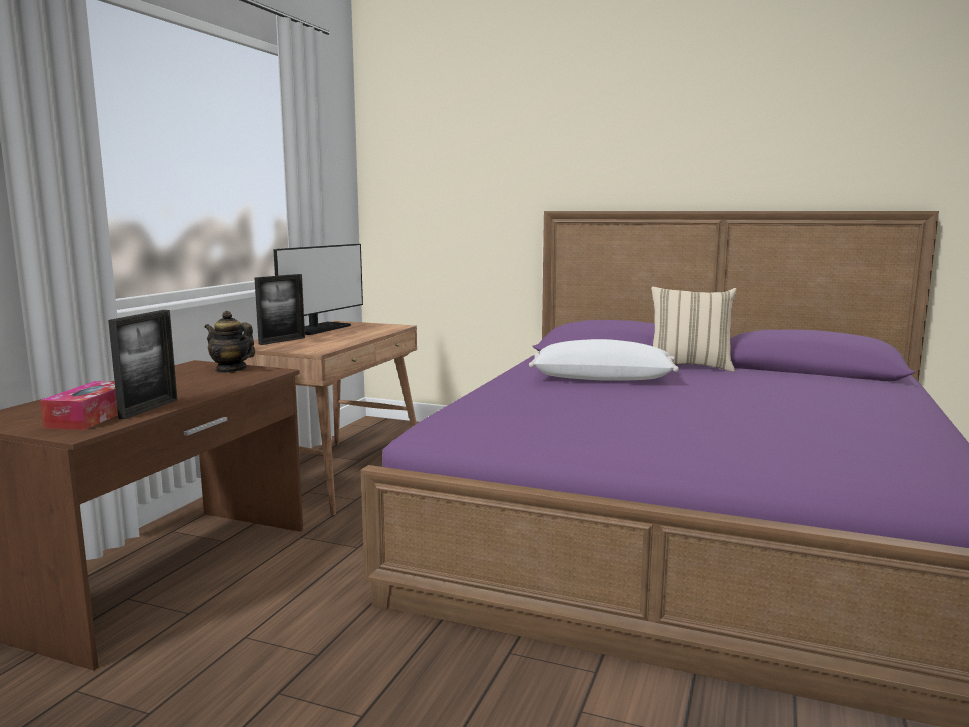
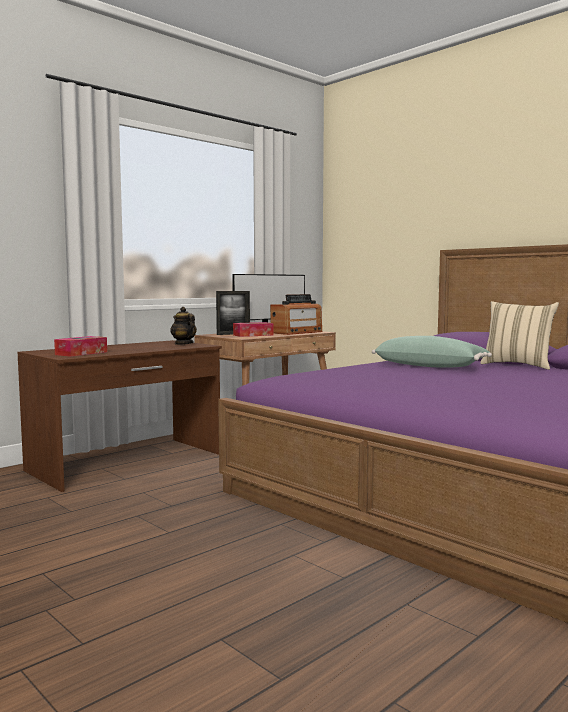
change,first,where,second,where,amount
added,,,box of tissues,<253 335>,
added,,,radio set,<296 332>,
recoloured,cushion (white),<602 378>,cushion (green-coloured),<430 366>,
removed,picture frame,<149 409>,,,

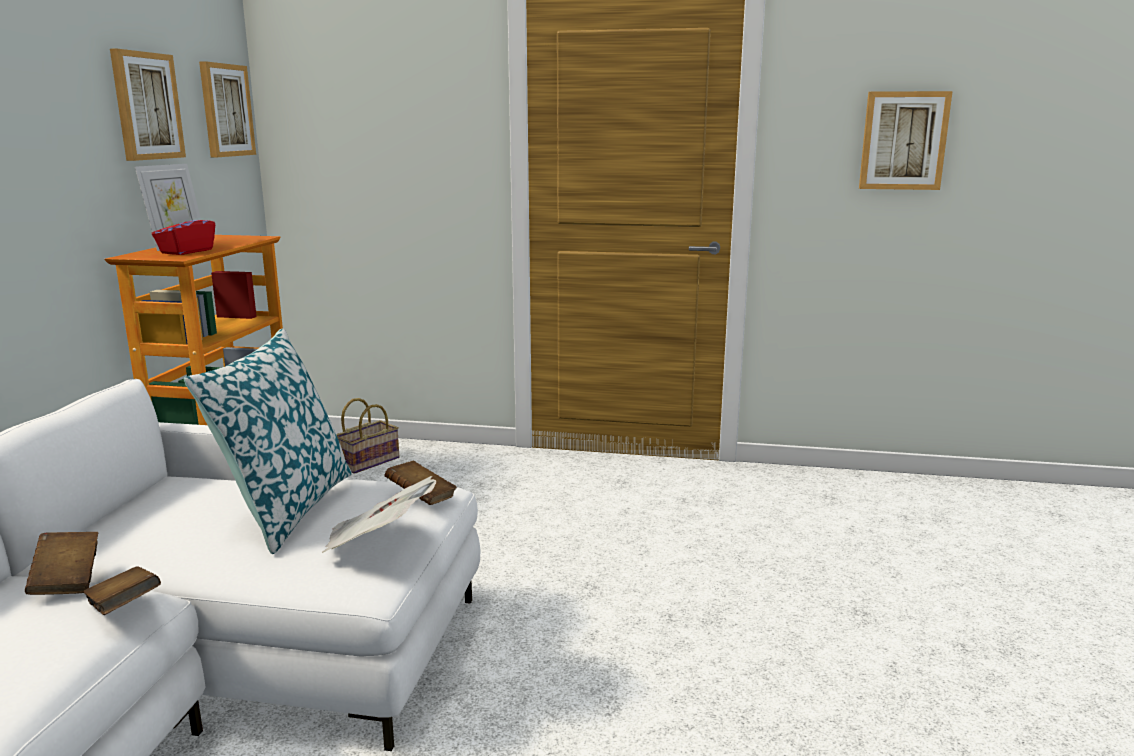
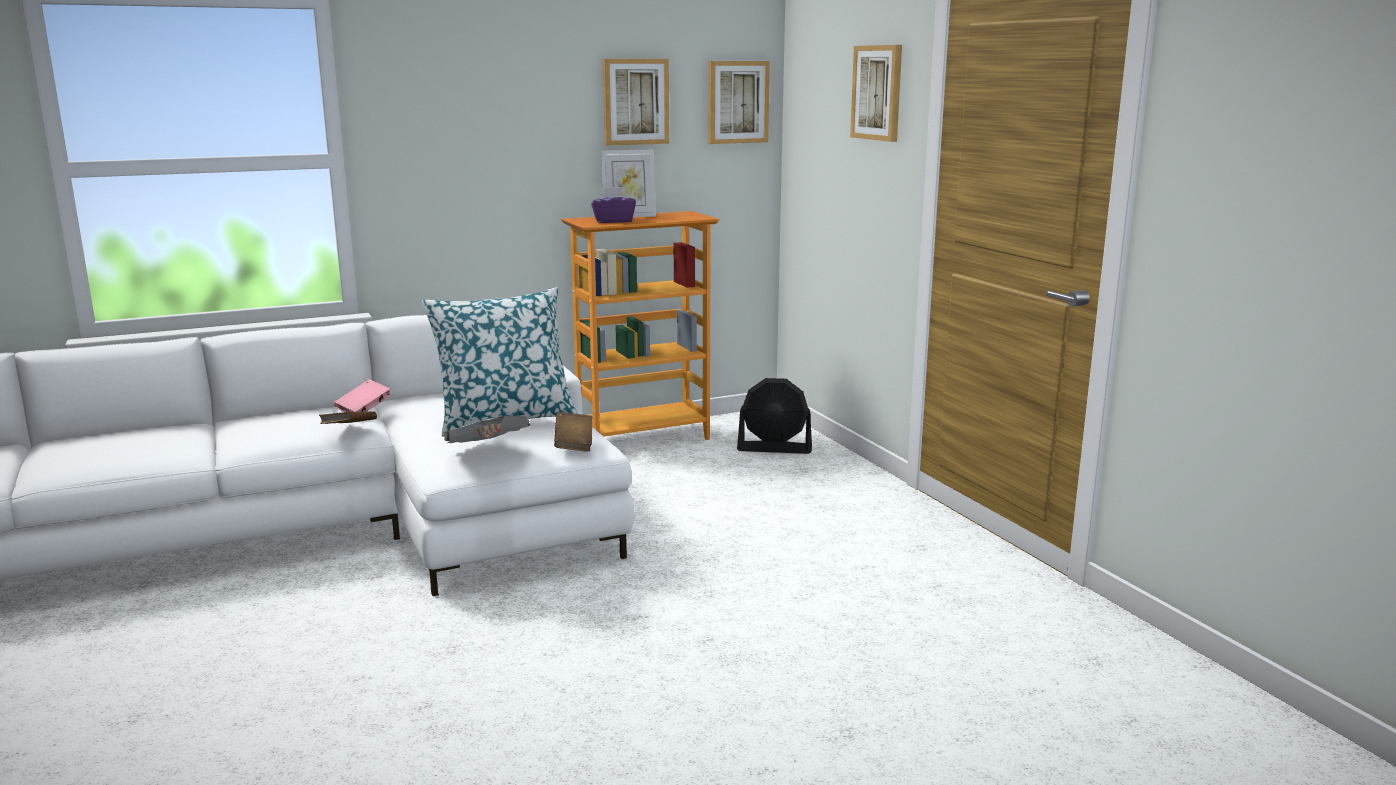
change,first,where,second,where,amount
recoloured,volume (brown),<67 580>,volume (pink),<364 410>,
recoloured,box of tissues (red-coloured),<186 251>,box of tissues (purplish),<613 221>,
replaced,household basket,<369 461>,cooling fan (black-coloured),<775 448>,
moved,picture,<903 141>,,<878 92>,

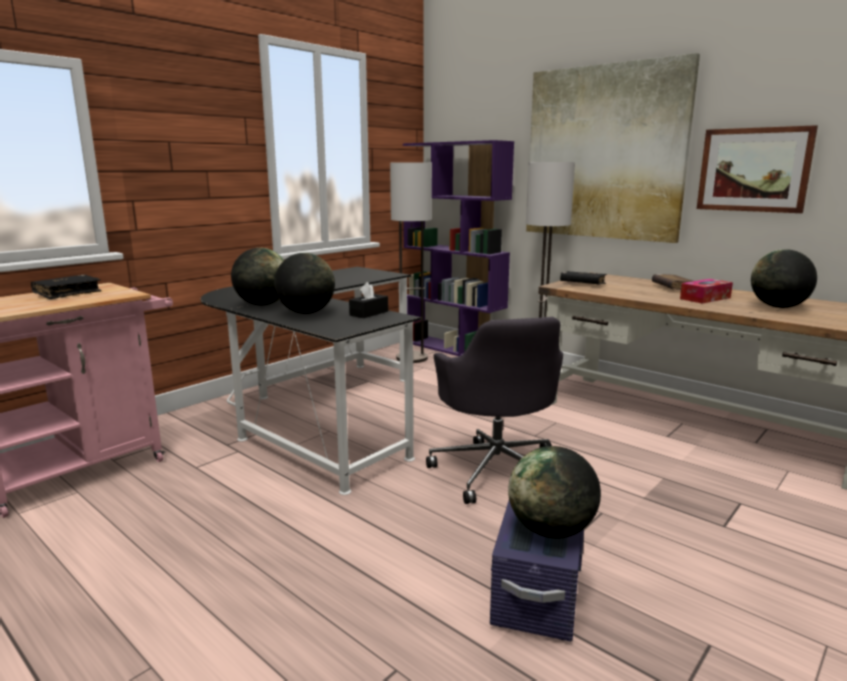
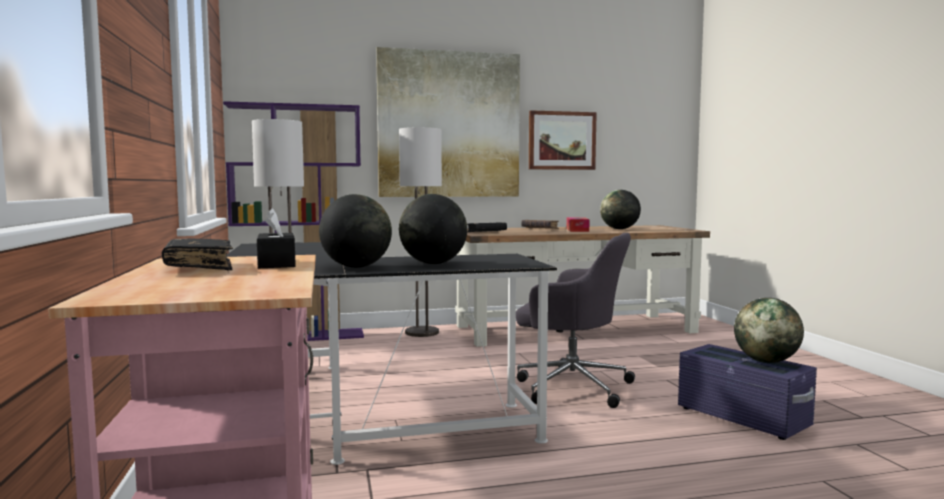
change,first,where,second,where,amount
moved,box of tissues (black-coloured),<369 313>,,<276 263>,

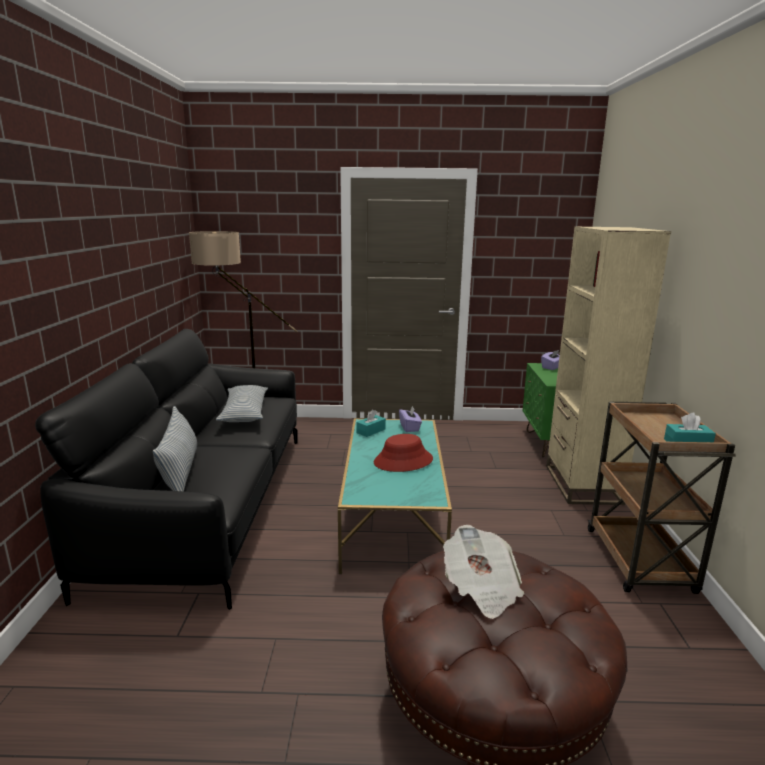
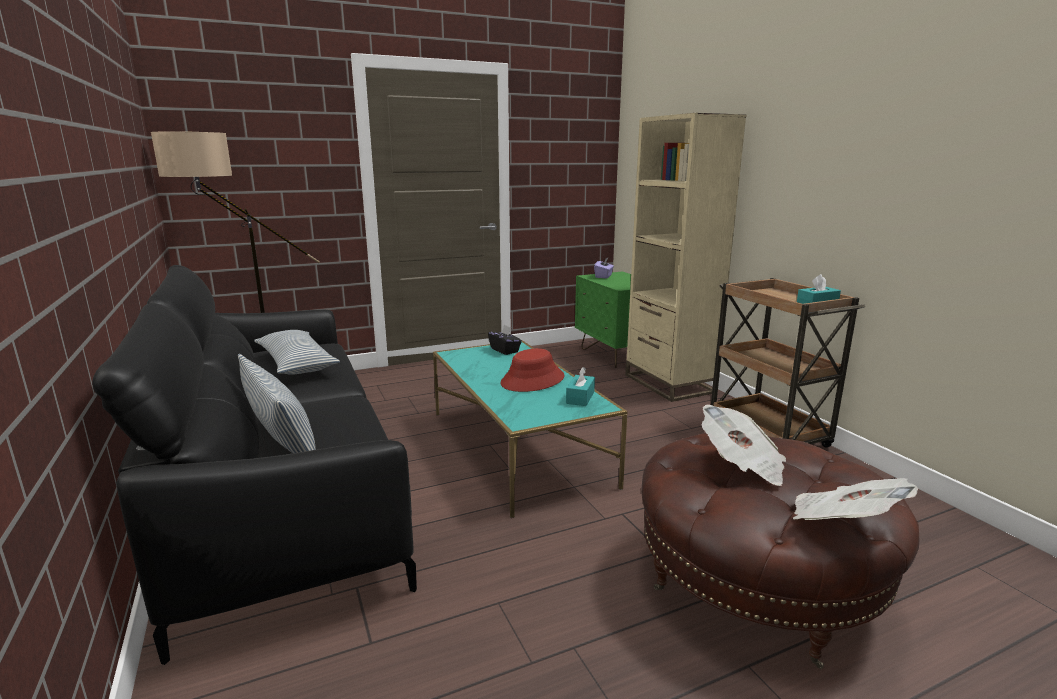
change,first,where,second,where,amount
recoloured,box of tissues (purplish),<410 427>,box of tissues (black-coloured),<505 350>,
moved,box of tissues (turquoise-coloured),<371 431>,,<580 397>,
added,,,printed paper,<842 523>,

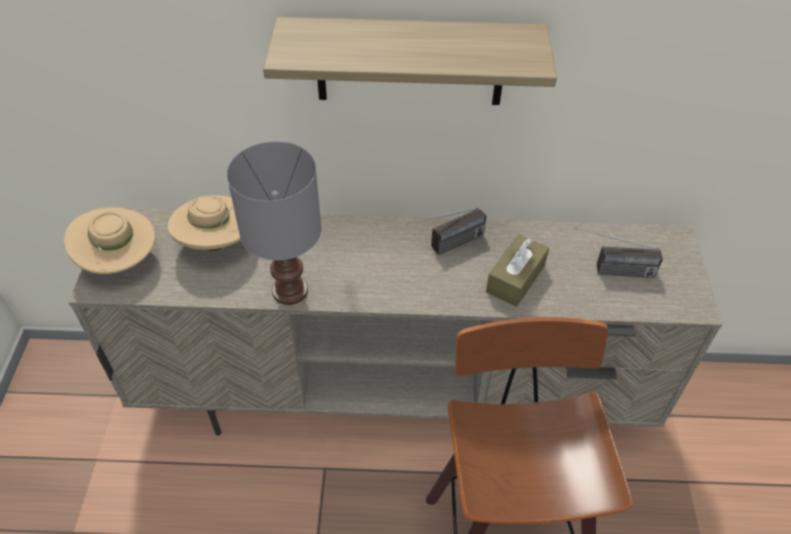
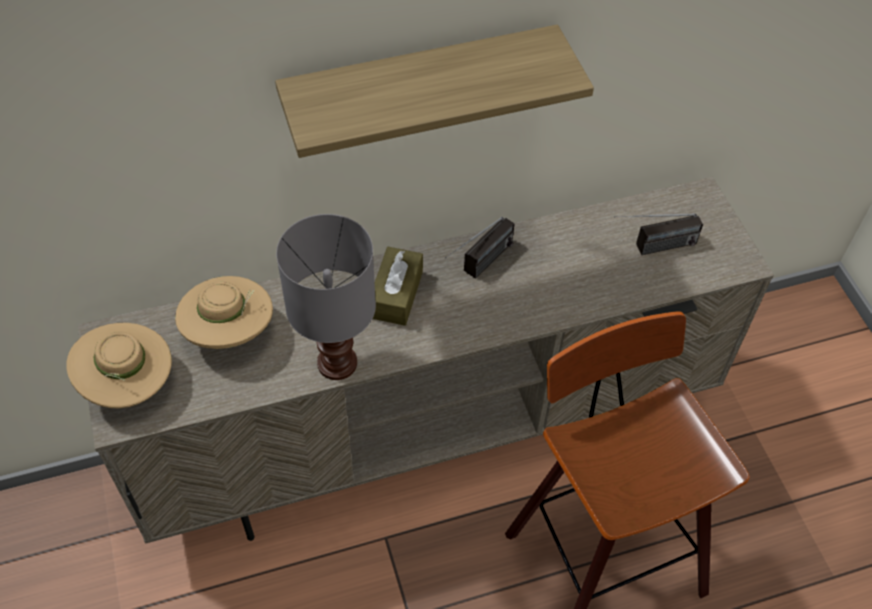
change,first,where,second,where,amount
moved,box of tissues (brown),<515 278>,,<396 294>,

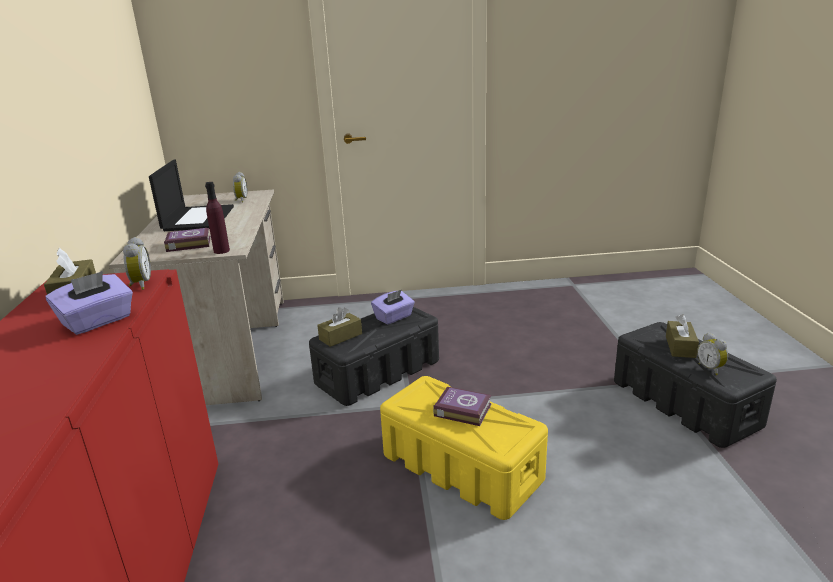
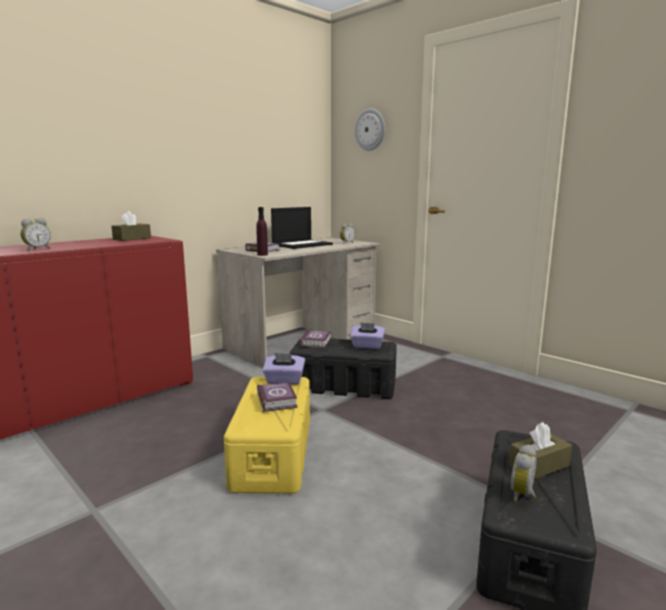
change,first,where,second,where,amount
moved,alarm clock,<140 285>,,<37 249>,
moved,box of tissues (purplish),<98 321>,,<284 381>,
replaced,box of tissues (brown),<340 336>,volume,<317 342>,
added,,,wall clock,<370 130>,

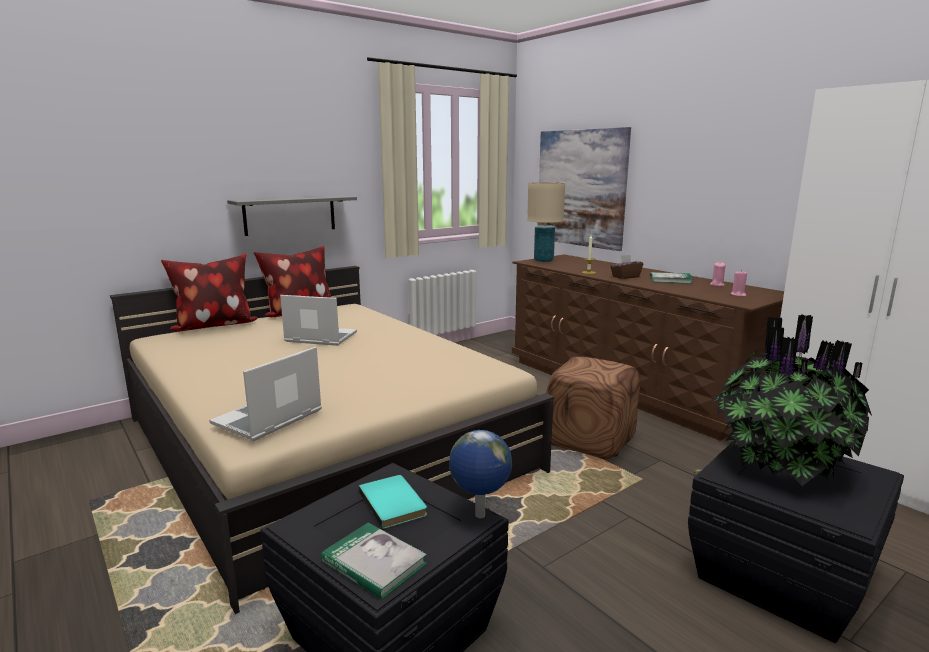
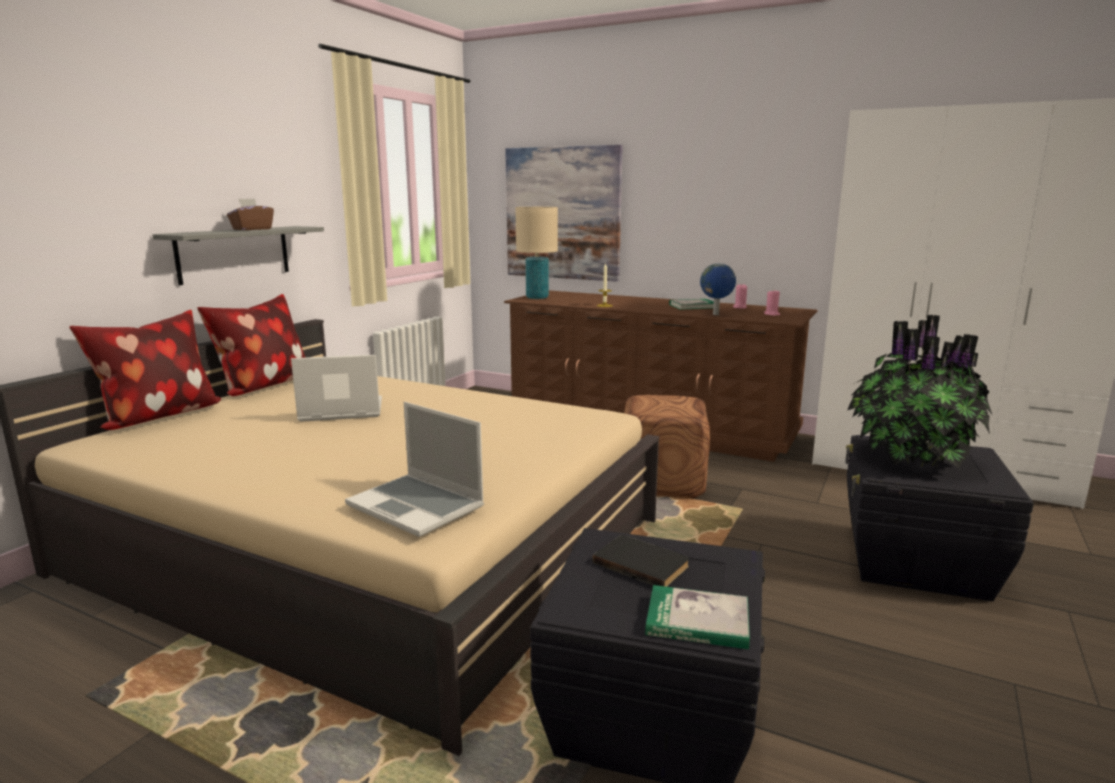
change,first,where,second,where,amount
moved,box of tissues (brown),<625 277>,,<252 229>,
turned,notebook computer,<268 419>,,<418 506>,60 degrees counterclockwise
recoloured,volume (turquoise-coloured),<394 503>,volume (black-coloured),<642 563>,
moved,globe,<479 516>,,<716 314>,

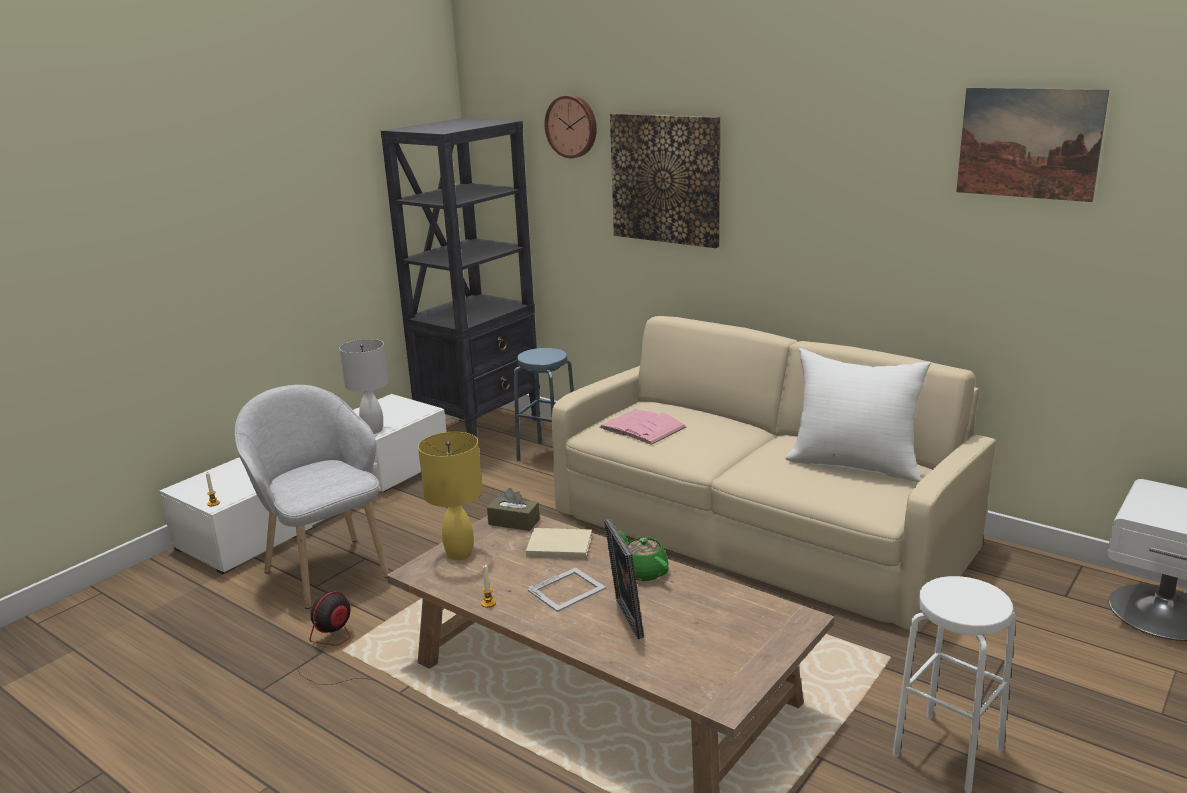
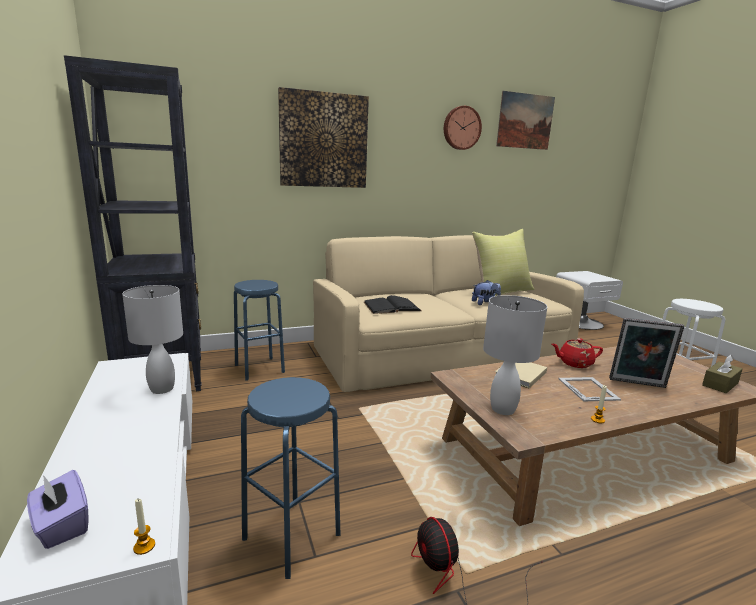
change,first,where,second,where,amount
added,,,box of tissues (purplish),<61 525>,
replaced,easy chair (grey),<327 570>,stool seat (blue-coloured),<291 536>,
recoloured,volume (pink),<642 427>,volume (black-coloured),<391 306>,
moved,wall clock,<572 126>,,<461 128>,
recoloured,cushion (white),<854 464>,cushion (yellowish),<501 292>,
added,,,cuddly toy,<485 303>,
recoloured,lamp for a table (yellowish),<459 553>,lamp for a table (white),<502 409>,
recoloured,pot for tea (green-coloured),<643 571>,pot for tea (red-coloured),<574 363>,
moved,box of tissues (brown),<514 522>,,<720 384>,

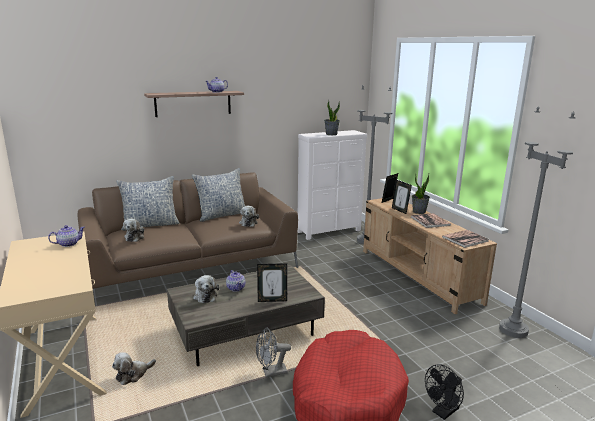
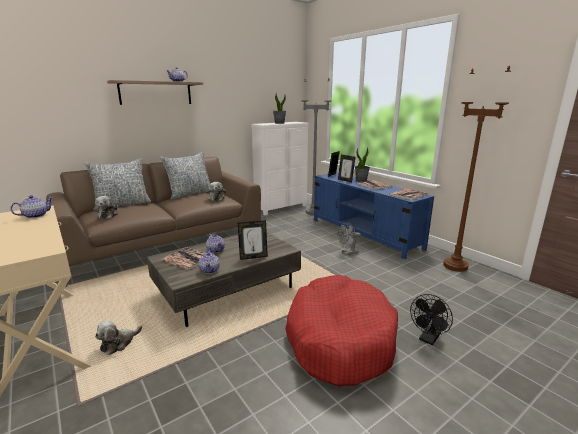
change,first,where,second,where,amount
replaced,cuddly toy,<205 296>,volume,<187 259>,
added,,,pot for tea,<210 270>,
recoloured,tv stand (sand-coloured),<418 275>,tv stand (blue-coloured),<364 234>,
moved,cooling fan (grey),<271 372>,,<348 253>,
recoloured,floor lamp (grey),<513 330>,floor lamp (brown),<455 266>,

